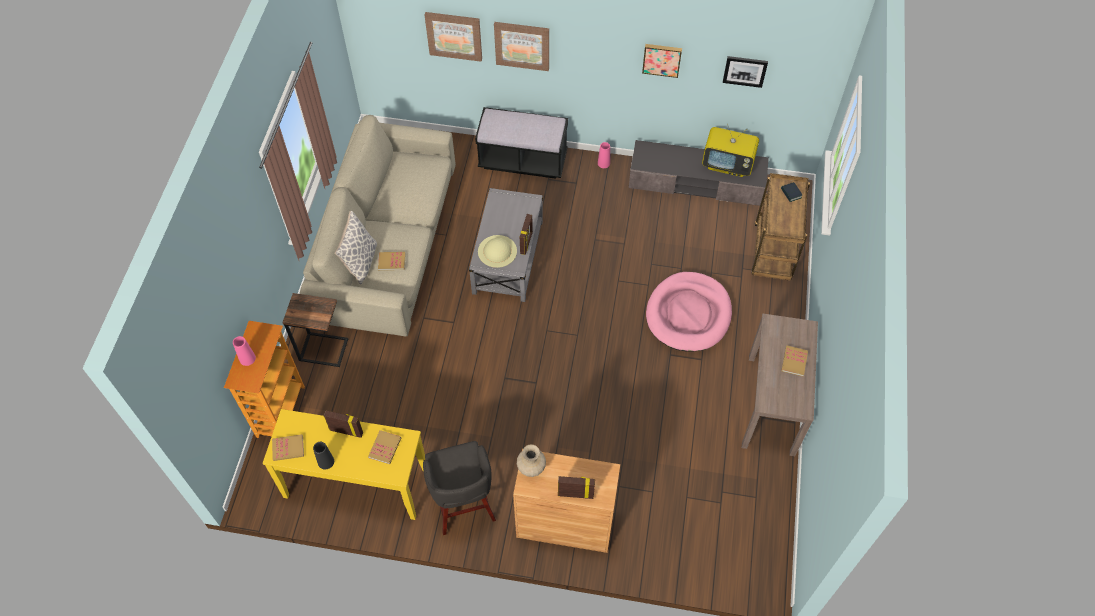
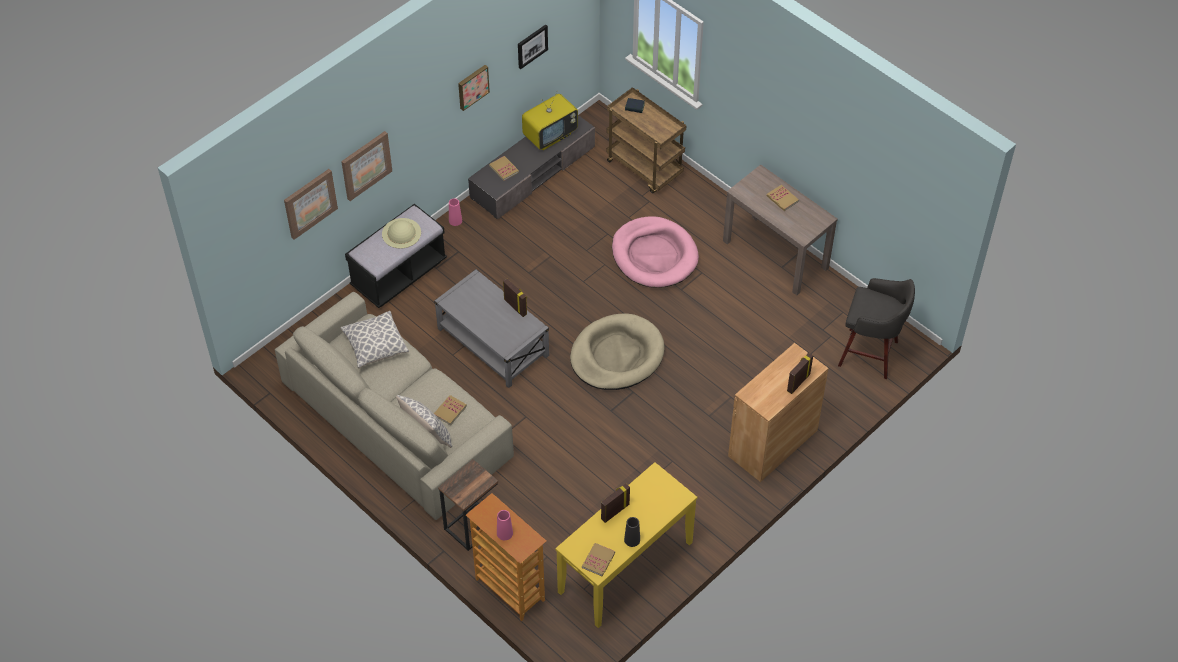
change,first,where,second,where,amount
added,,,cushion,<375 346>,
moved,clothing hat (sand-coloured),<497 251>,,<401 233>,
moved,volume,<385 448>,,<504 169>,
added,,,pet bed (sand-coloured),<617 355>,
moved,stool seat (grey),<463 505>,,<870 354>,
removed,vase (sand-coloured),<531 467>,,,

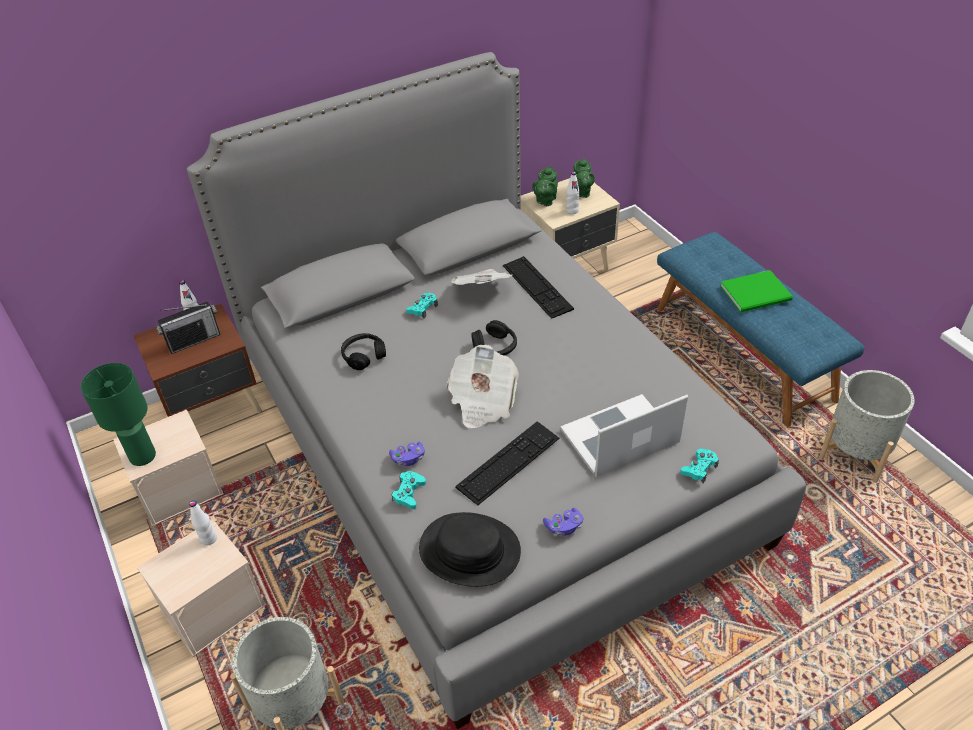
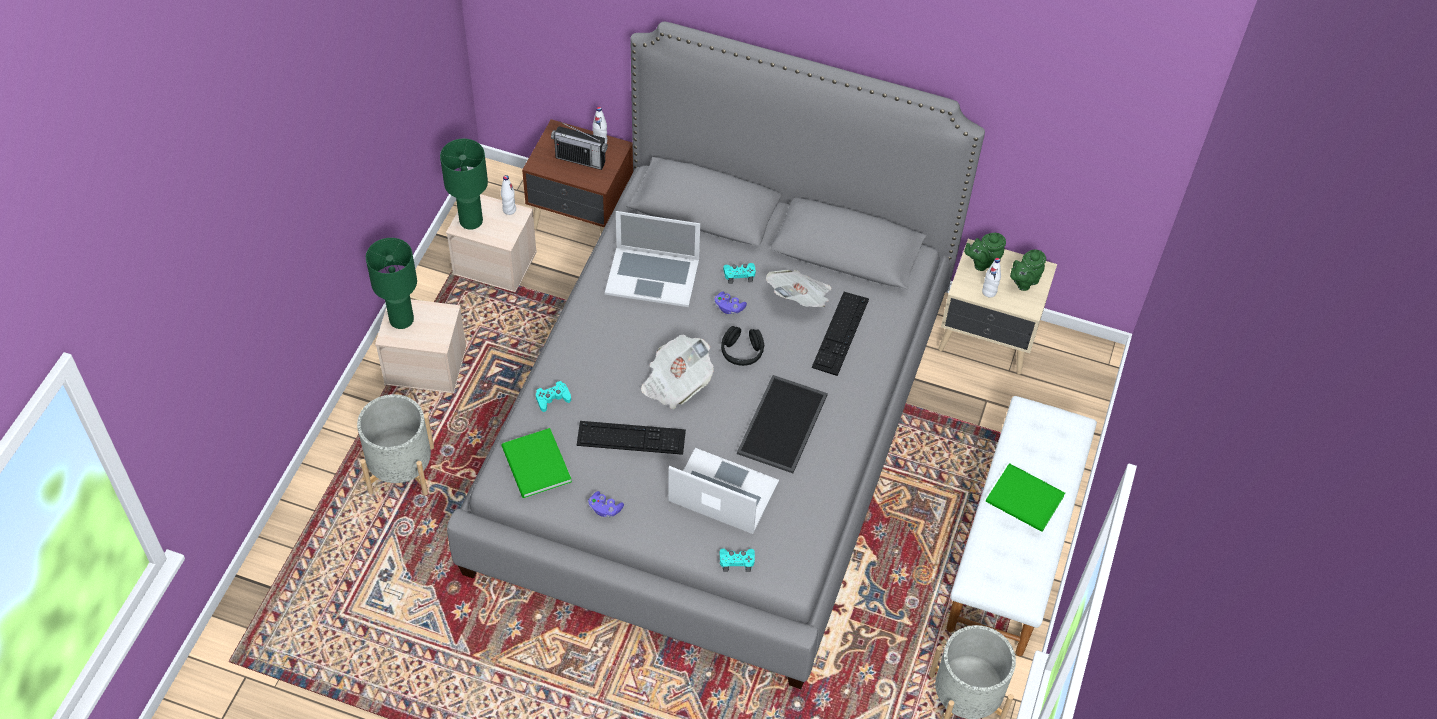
change,first,where,second,where,amount
added,,,lamp for a table (green-coloured),<402 319>,
moved,beverage bottle (white),<208 539>,,<509 210>,
replaced,clothing hat (black-coloured),<469 550>,volume (green-coloured),<535 466>,
replaced,headphones (black-coloured),<363 356>,notebook computer,<652 276>,
moved,gamepad (purplish),<408 459>,,<729 307>,
added,,,carrying tray,<783 425>,
recoloured,indoor bench (blue-coloured),<743 352>,indoor bench (white),<1013 547>,

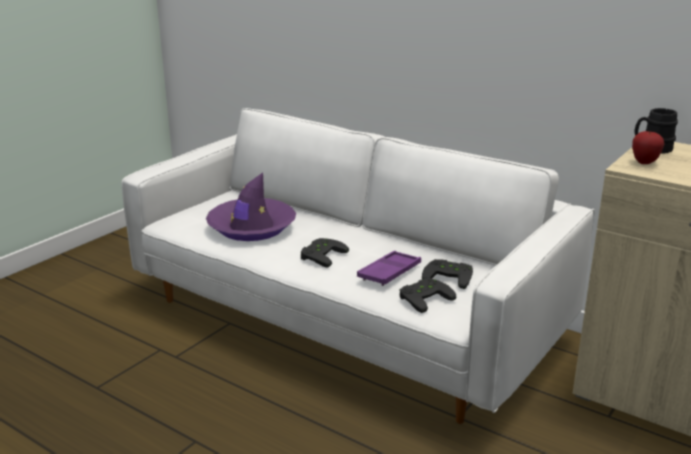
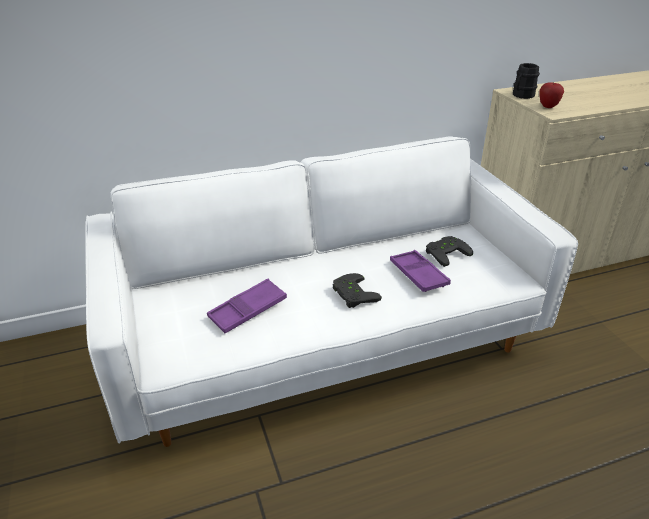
change,first,where,second,where,amount
replaced,clothing hat (purplish),<251 227>,carrying tray (purplish),<248 310>,
removed,gamepad (black-coloured),<423 297>,,,

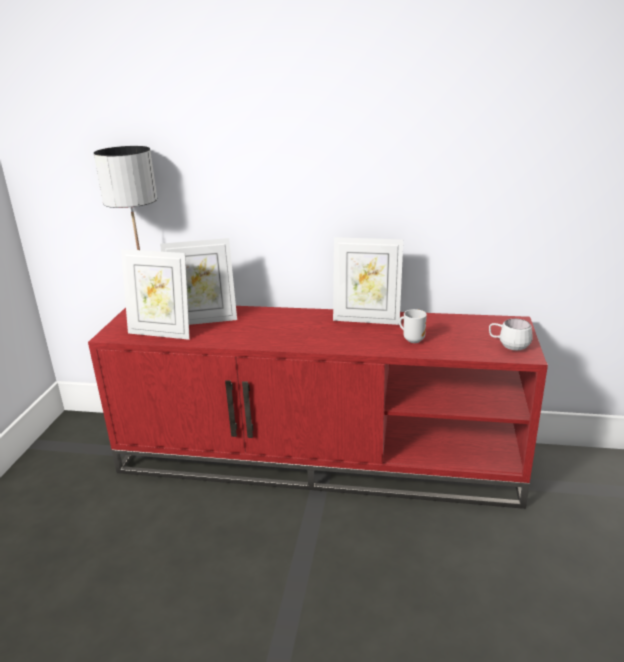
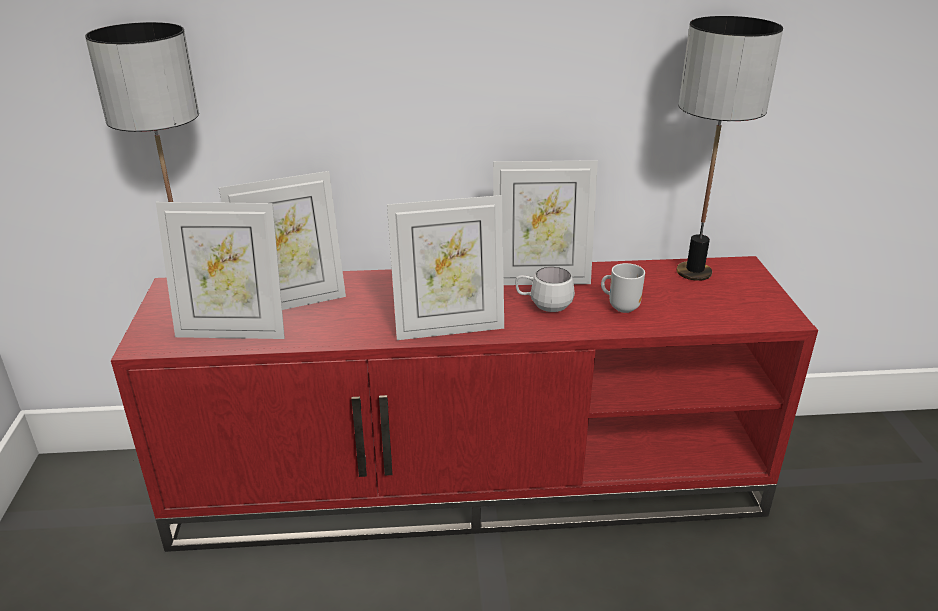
change,first,where,second,where,amount
added,,,picture frame,<449 328>,
moved,mug (white),<508 346>,,<543 305>,
added,,,lamp for a table,<694 273>,

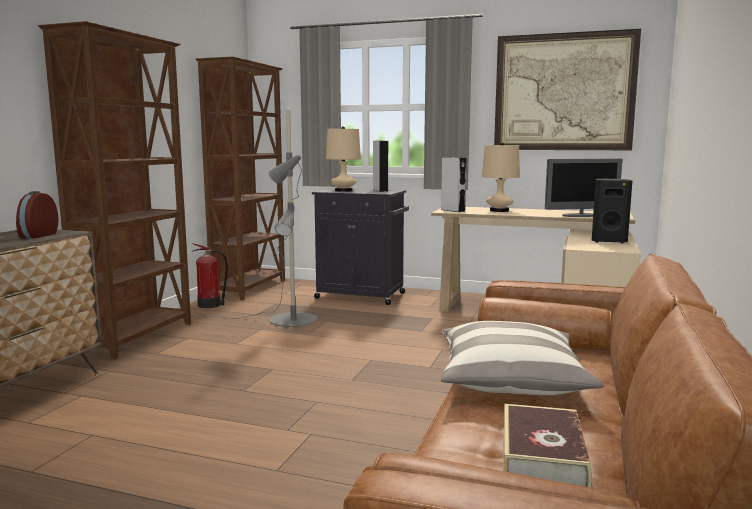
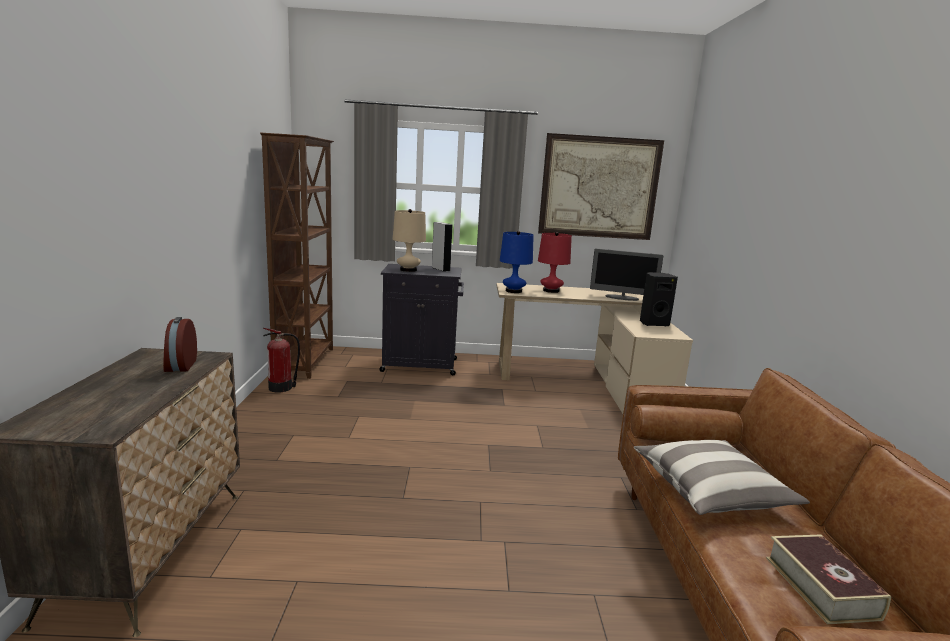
change,first,where,second,where,amount
replaced,loudspeaker (grey),<452 210>,lamp for a table (blue-coloured),<513 291>,
recoloured,lamp for a table (sand-coloured),<499 210>,lamp for a table (red-coloured),<551 290>,
turned,computer screen,<581 215>,,<622 298>,45 degrees clockwise
removed,shelving unit (brown),<138 337>,,,
removed,floor lamp (grey),<282 319>,,,

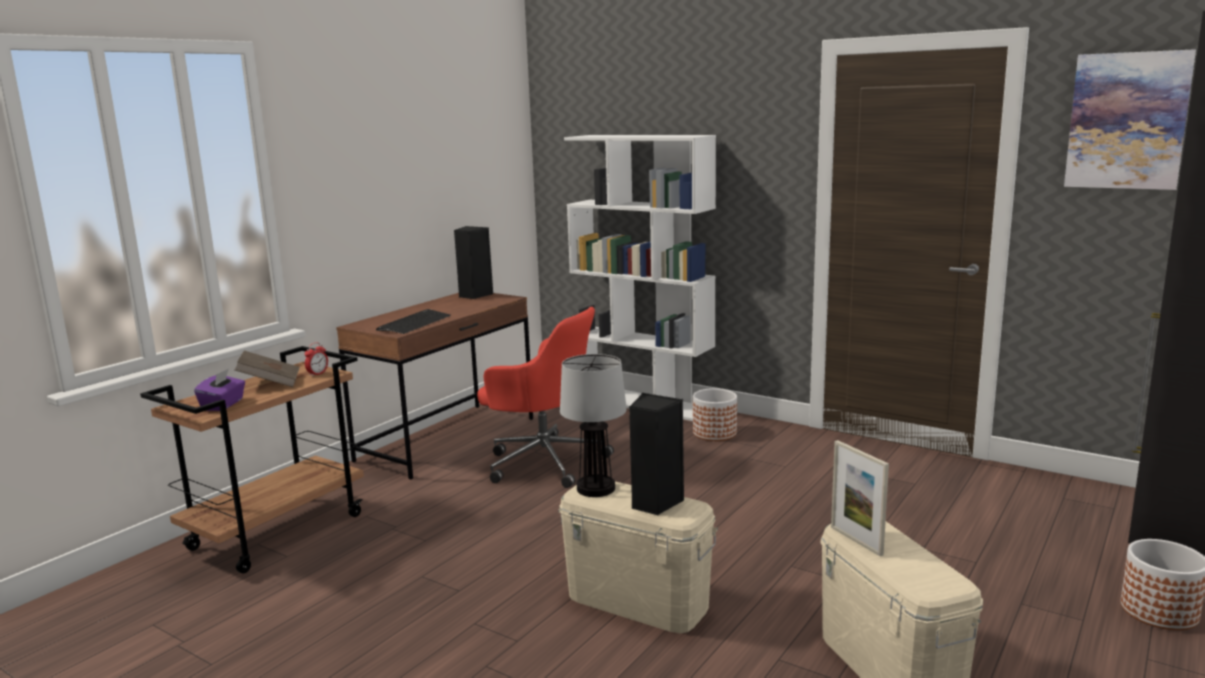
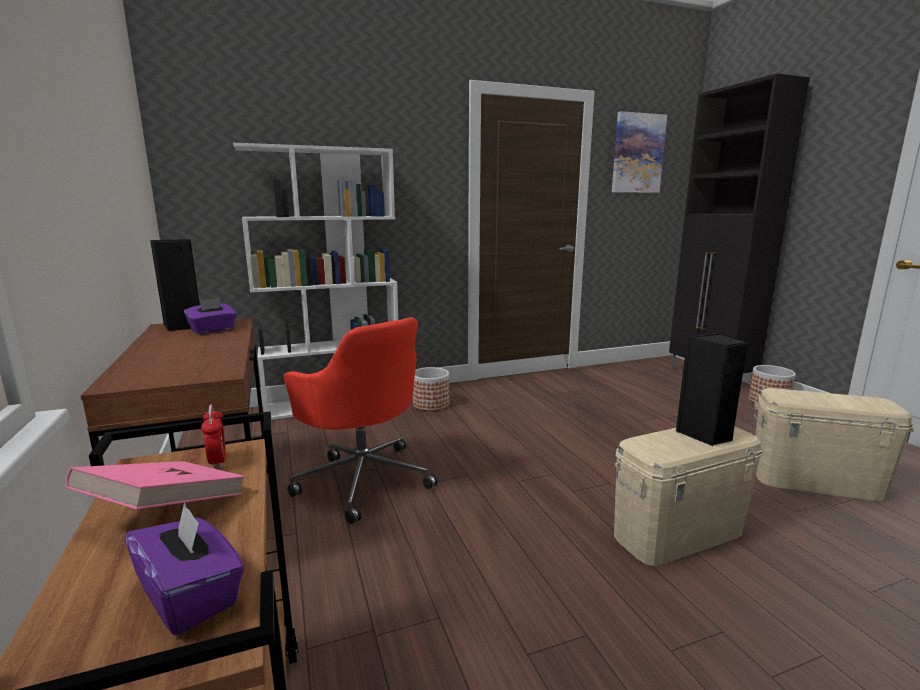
change,first,where,second,where,amount
recoloured,volume (brown),<270 383>,volume (pink),<167 511>,
added,,,box of tissues (purplish),<213 330>,
turned,desk chair (red-coloured),<544 461>,,<363 478>,75 degrees clockwise
removed,computer keyboard,<414 323>,,,
removed,lamp for a table,<596 488>,,,
removed,picture frame,<856 541>,,,

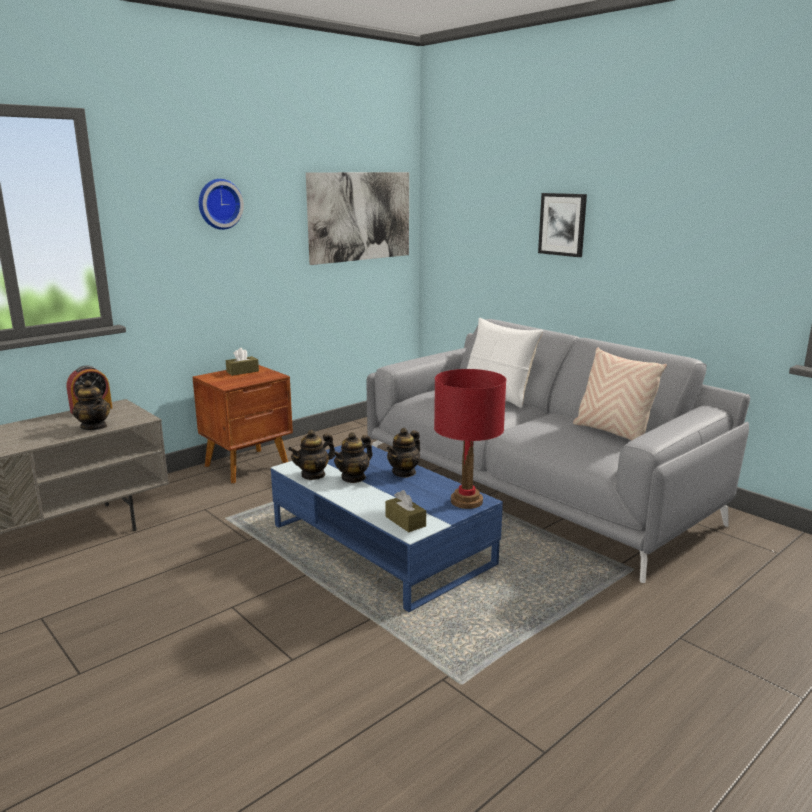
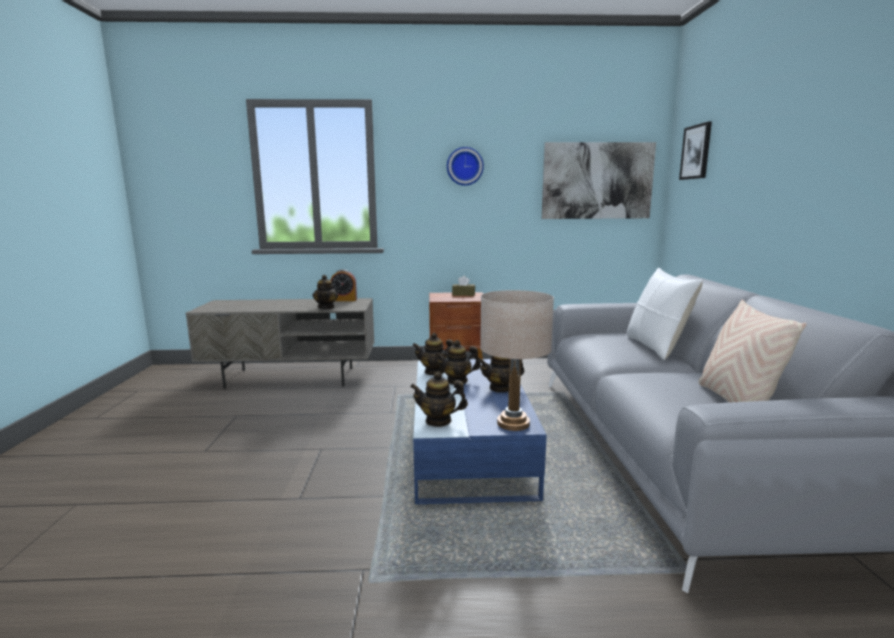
change,first,where,second,where,amount
replaced,box of tissues (brown),<405 521>,pot for tea,<438 421>,
recoloured,lamp for a table (red-coloured),<466 501>,lamp for a table (sand-coloured),<513 423>,
moved,picture,<562 224>,,<696 152>,

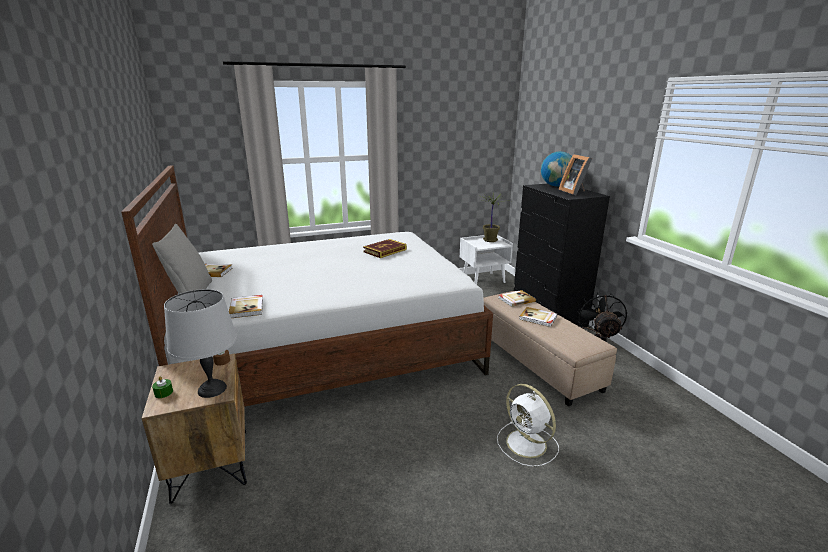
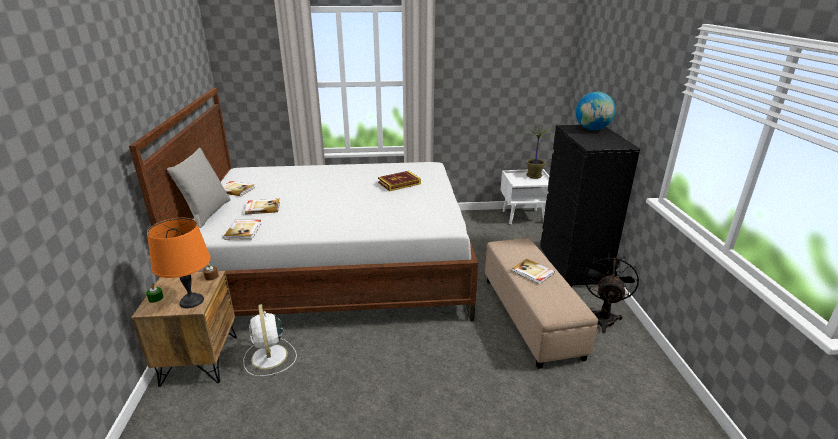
change,first,where,second,where,amount
recoloured,lamp for a table (grey),<212 389>,lamp for a table (orangey),<192 301>,
moved,cooling fan (white),<527 444>,,<269 357>,
moved,volume,<516 299>,,<262 208>,
removed,picture frame,<574 192>,,,

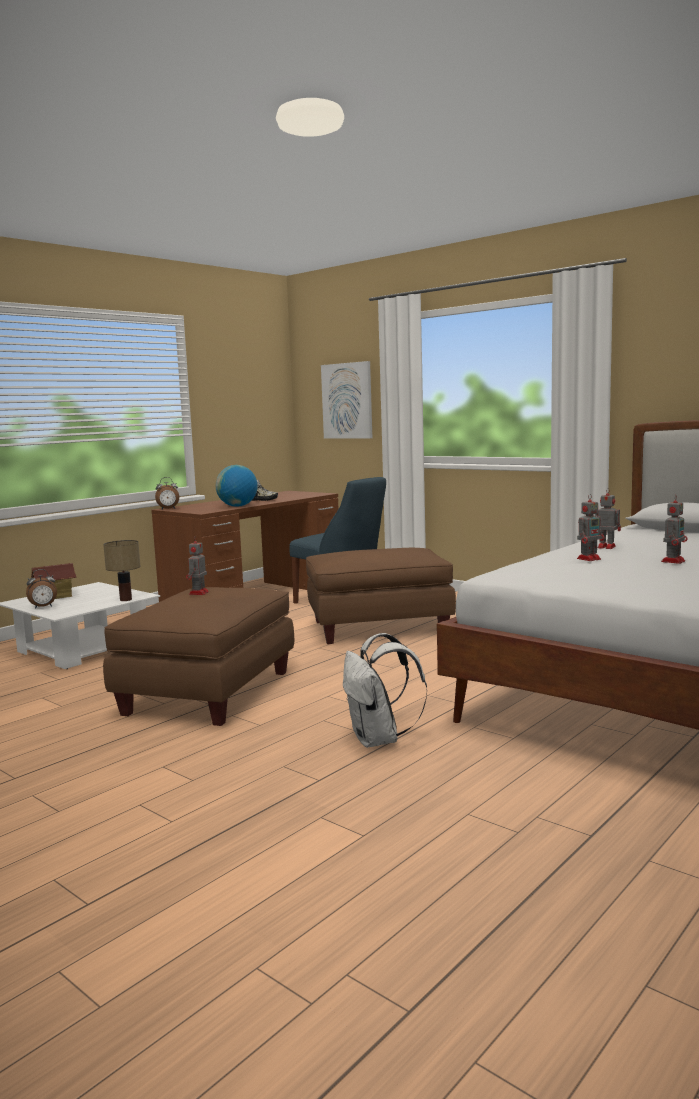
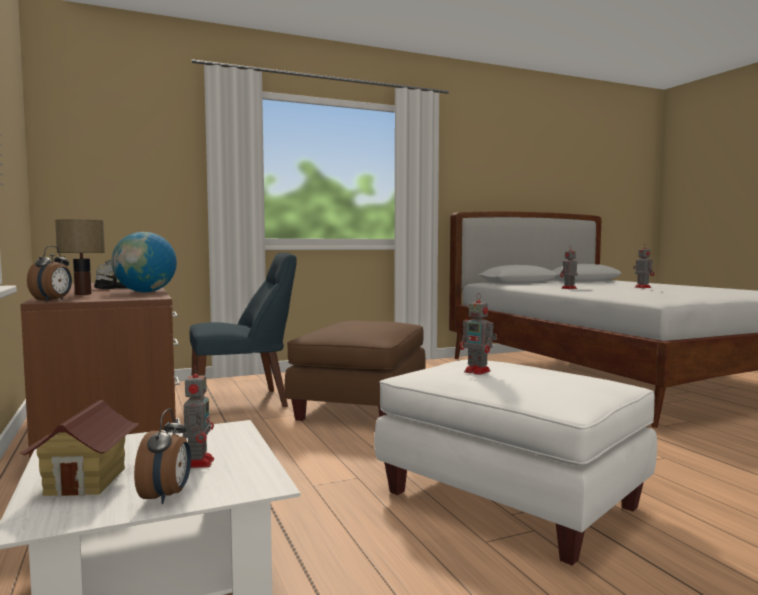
change,first,where,second,where,amount
moved,lamp for a table,<125 600>,,<83 294>,
moved,robot figure,<589 558>,,<198 462>,
recoloured,ottoman (brown),<209 693>,ottoman (white),<511 499>,
removed,picture,<347 401>,,,
removed,backpack (white),<379 740>,,,

